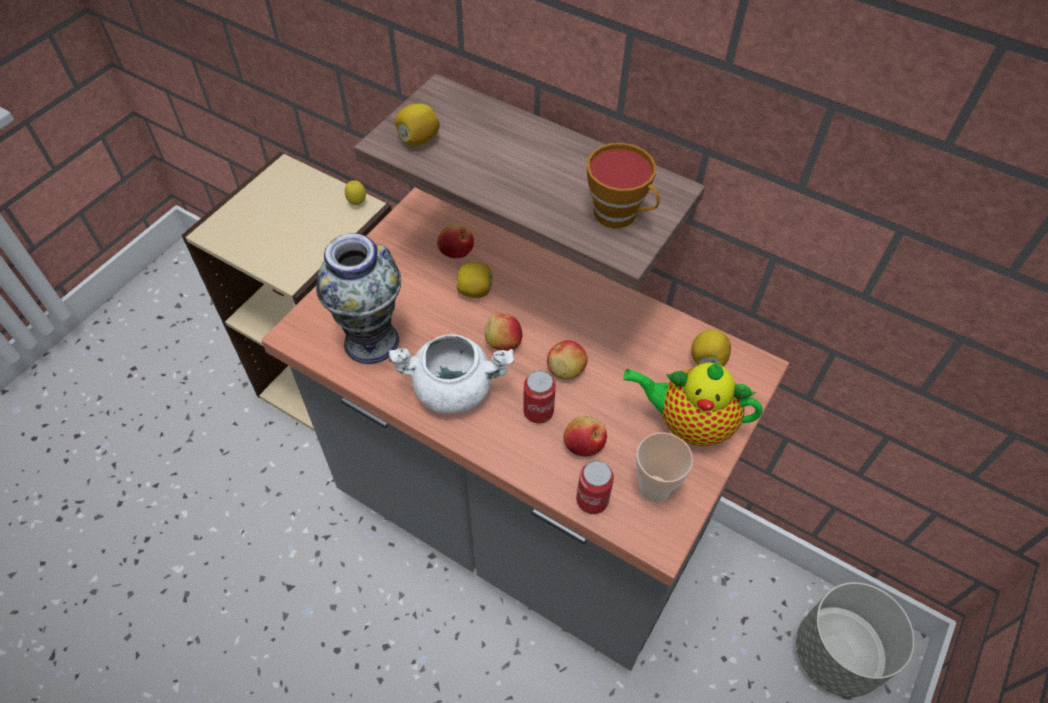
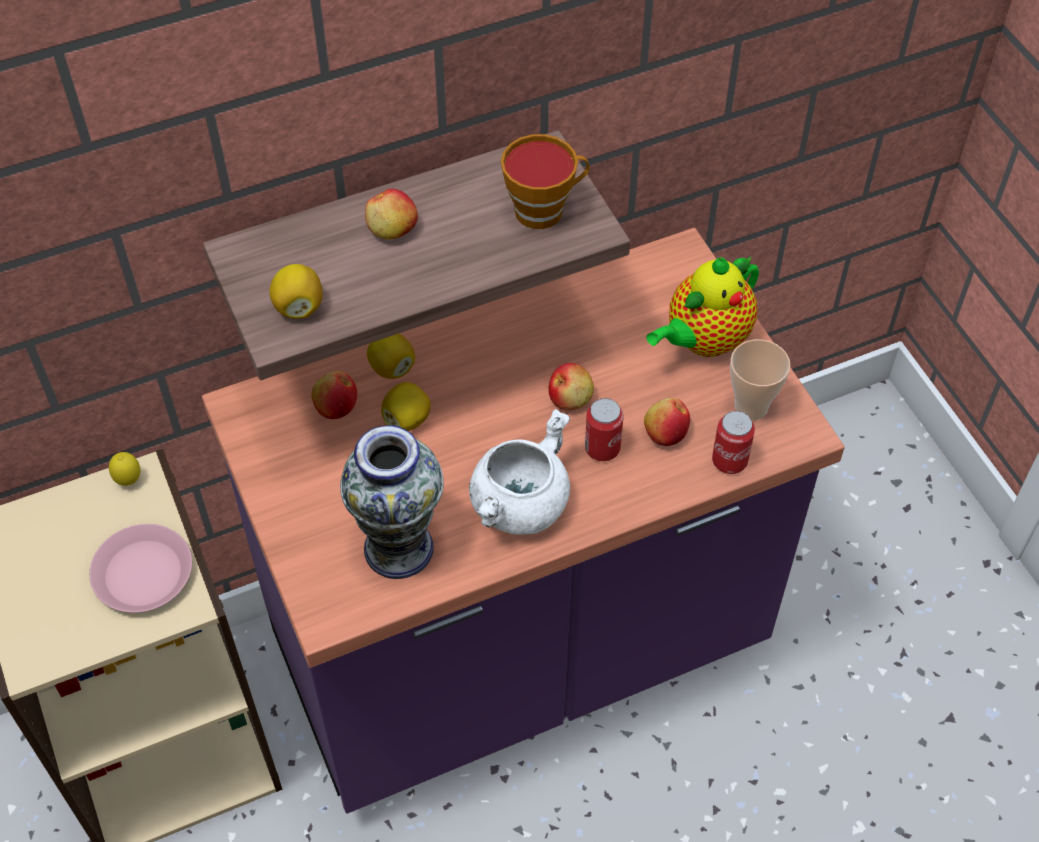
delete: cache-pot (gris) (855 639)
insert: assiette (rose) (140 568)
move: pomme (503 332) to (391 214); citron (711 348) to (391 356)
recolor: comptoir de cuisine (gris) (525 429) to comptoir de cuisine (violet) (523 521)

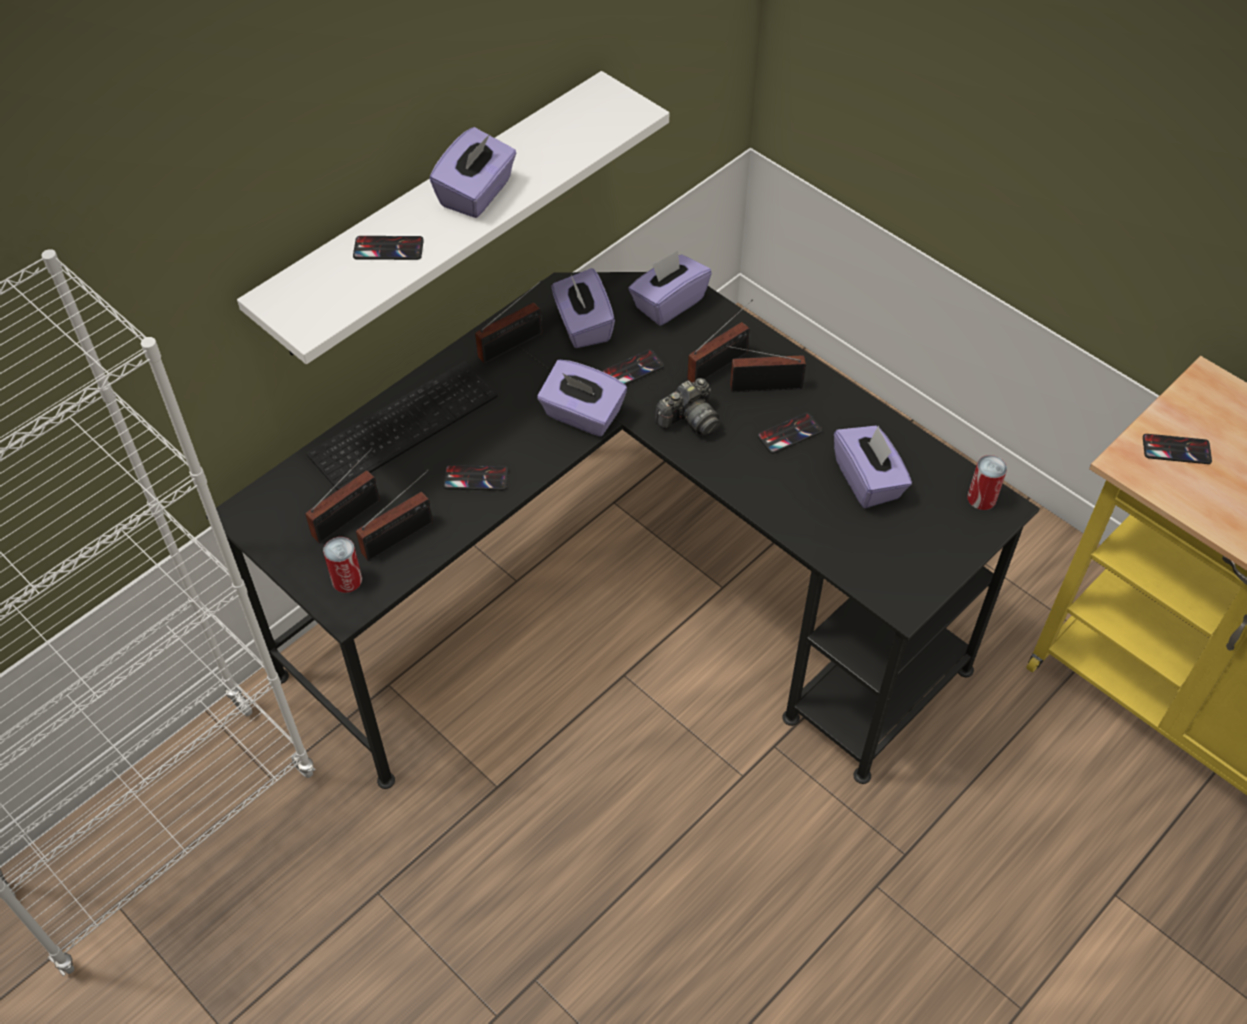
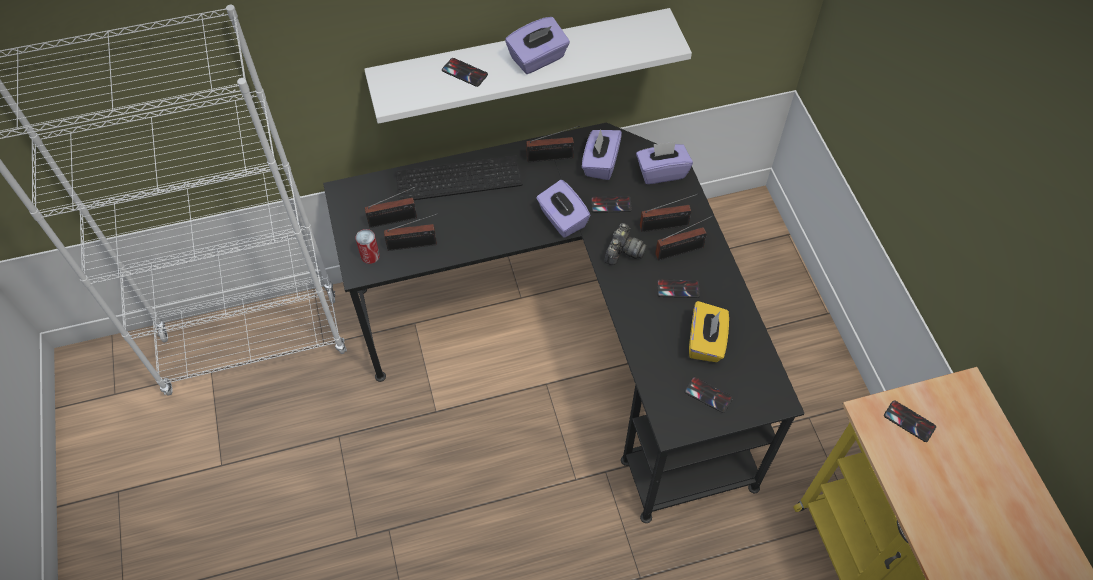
delete: boîte métallique (987 482)
move: téléphone (475 477) to (708 395)
recolor: boîte à mouchoirs (violet) (873 467) to boîte à mouchoirs (jaune) (709 331)
rotate: appareil photo (687 407) = (625 244) 60 degrees counterclockwise; radio (766 368) = (684 238) 135 degrees clockwise

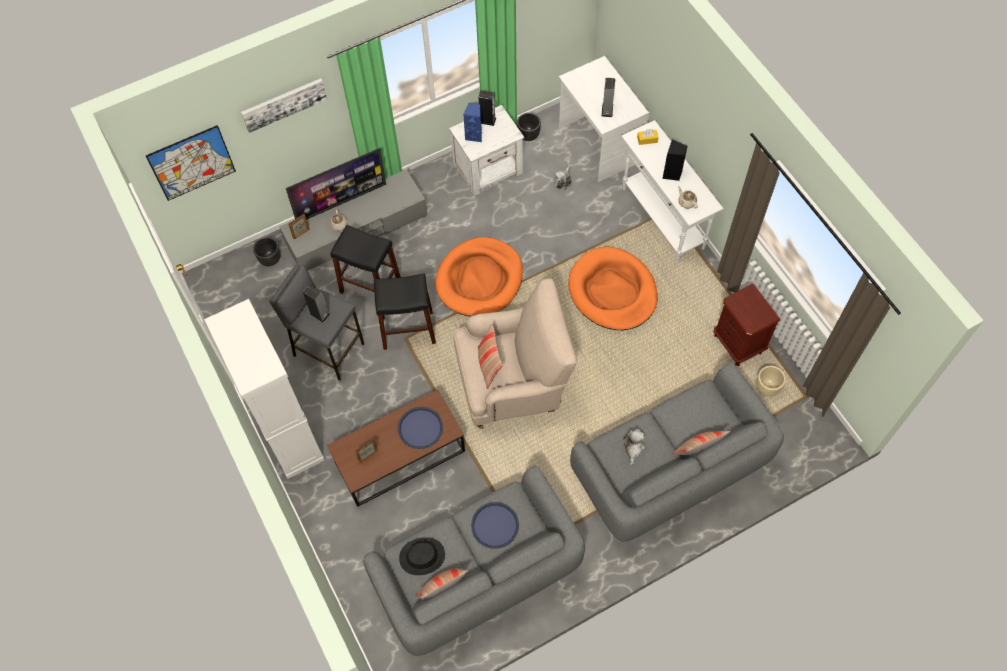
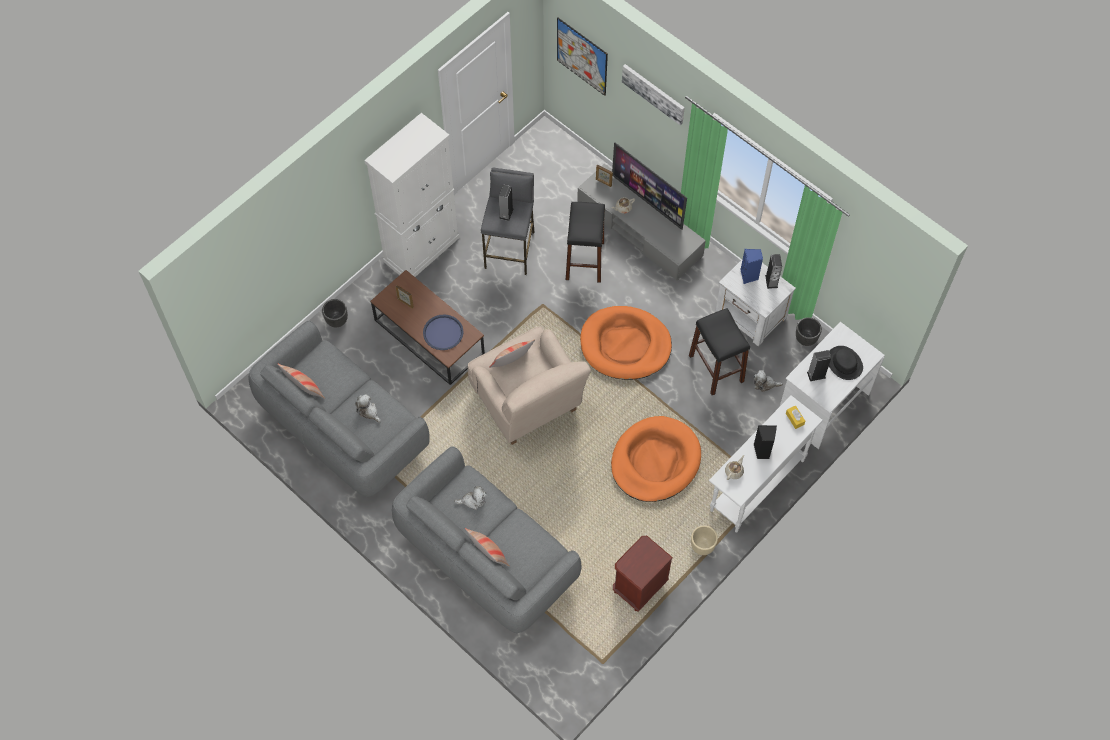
move: cache-pot (noir) (266 251) to (335 313); tabouret (noir) (405 312) to (719 351); cache-pot (beige) (771 381) to (704 540); chapeau (noir) (422 556) to (846 363)
replace: plateau (bleu) (495 525) to peluche (368 408)

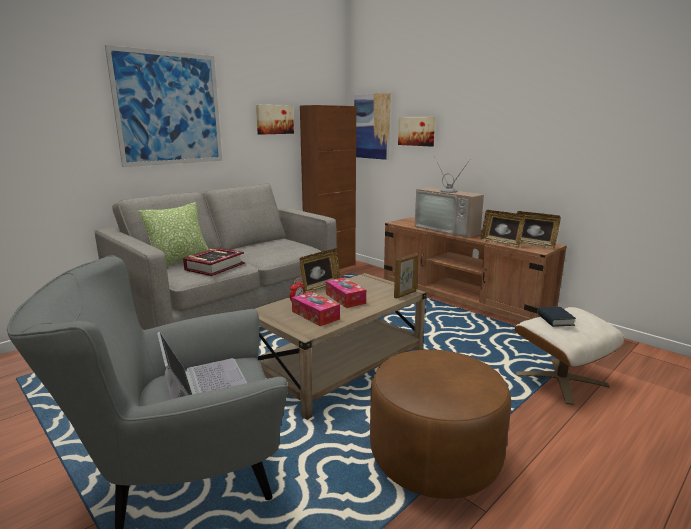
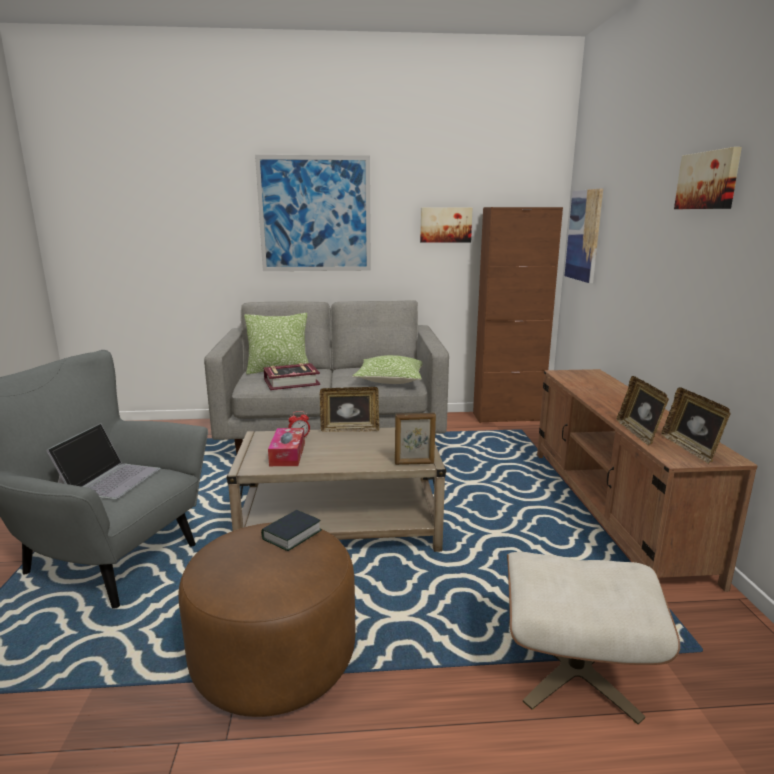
delete: boîte à mouchoirs (346 292); téléviseur (449 197)
insert: coussin (387 369)
move: livre (556 317) to (291 530); tableau (416 132) to (708 178)

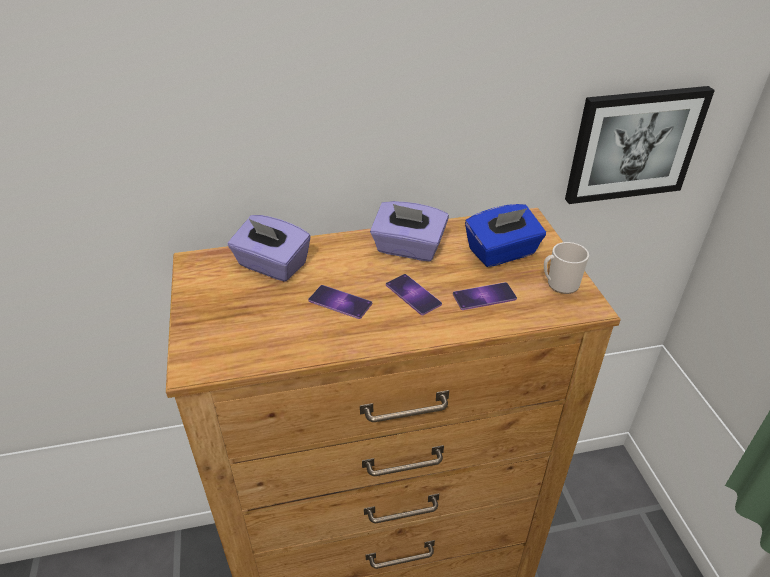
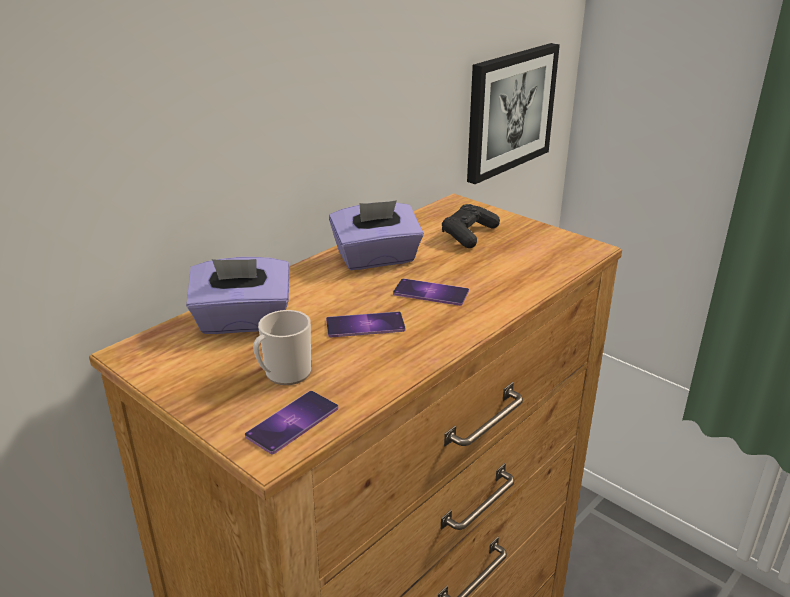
move: téléphone (485 296) to (291 422); mug (566 268) to (282 347)
replace: boîte à mouchoirs (bleu) (505 235) to manette (noir) (471 226)

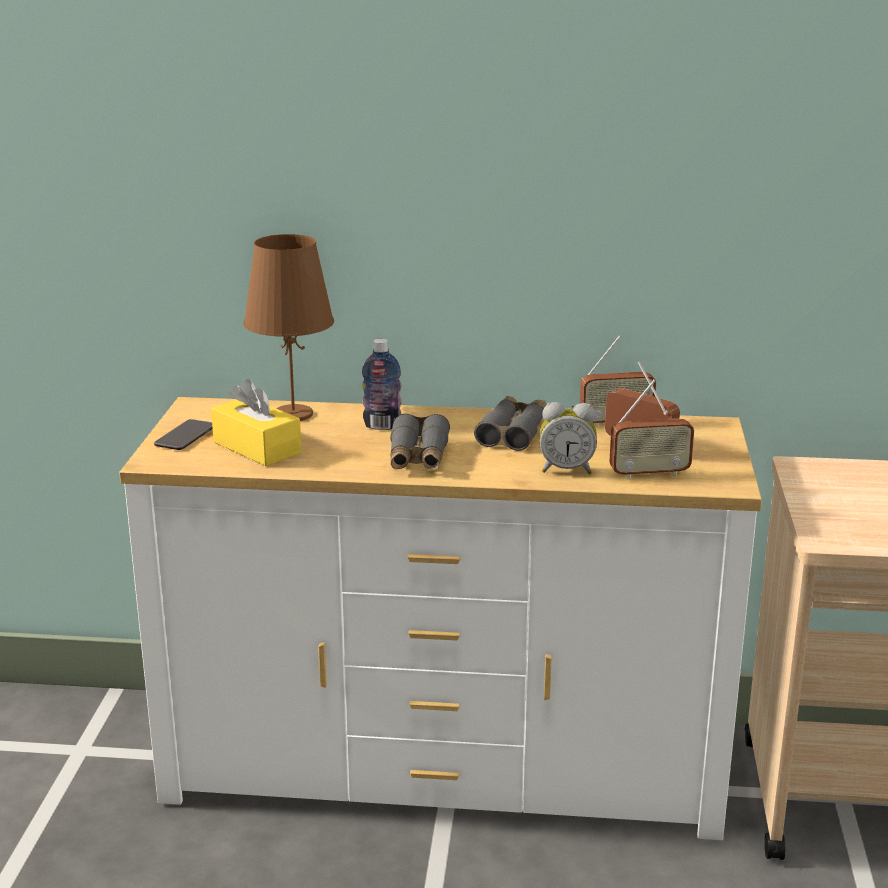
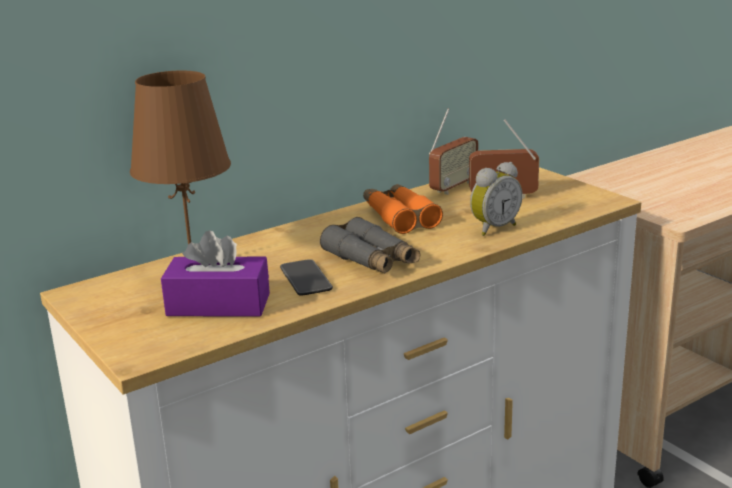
delete: bouteille (382 384); radio (651 430)
move: téléphone (183 434) to (306 277)
recolor: boîte à mouchoirs (jaune) (256 422) to boîte à mouchoirs (violet) (215 273); jumelles (gris) (510 423) to jumelles (orange) (403 209)

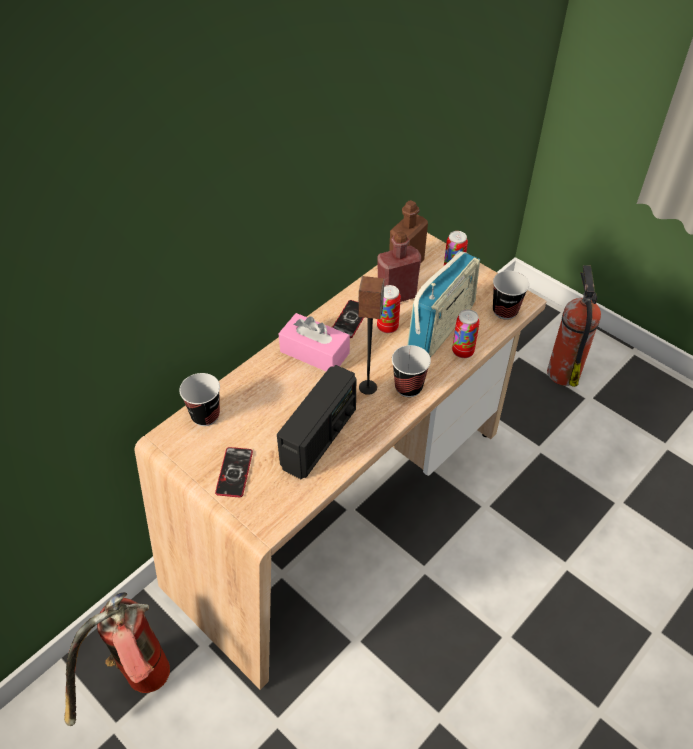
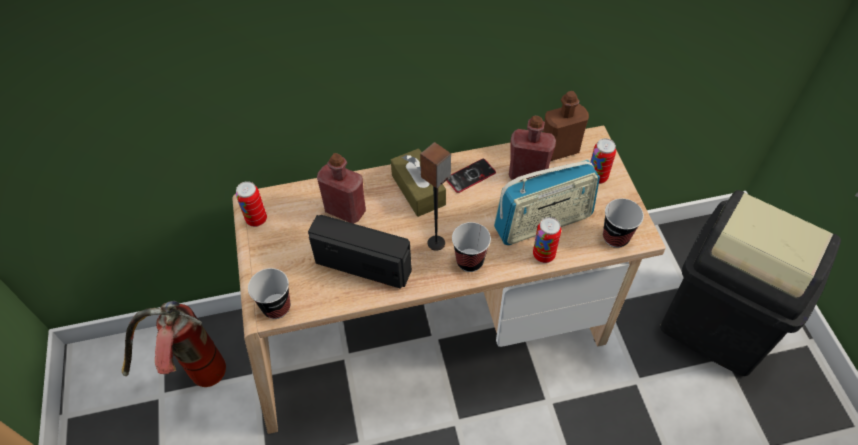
delete: téléphone (234 472)
insert: bouteille (rouge) (341 188)
move: boîte métallique (389 309) to (251 204); tasse (199 399) to (269 293)
replace: extincteur (574 326) to poubelle (noir) (750 283)
recolor: boîte à mouchoirs (rose) (314 342) to boîte à mouchoirs (marron) (418 182)
rotate: radio (316 422) = (360 252) 135 degrees counterclockwise

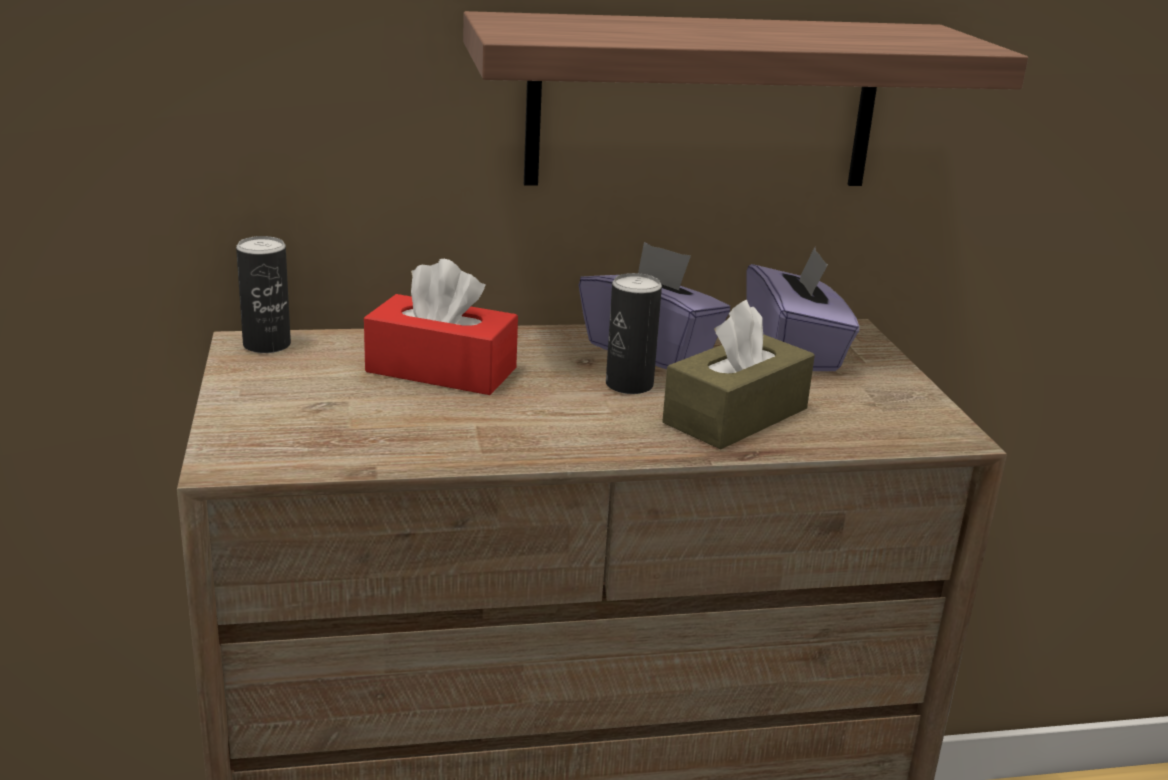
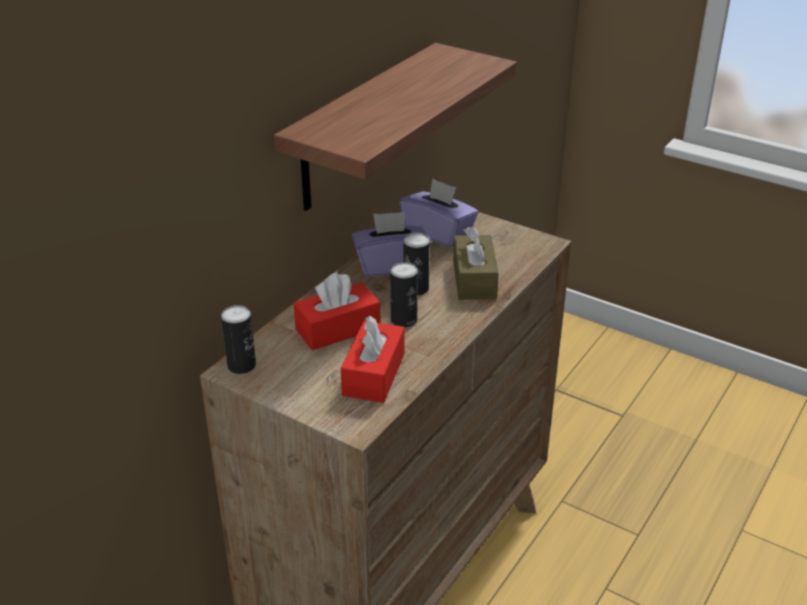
insert: boîte à mouchoirs (rouge) (372 359); boîte métallique (404 294)

